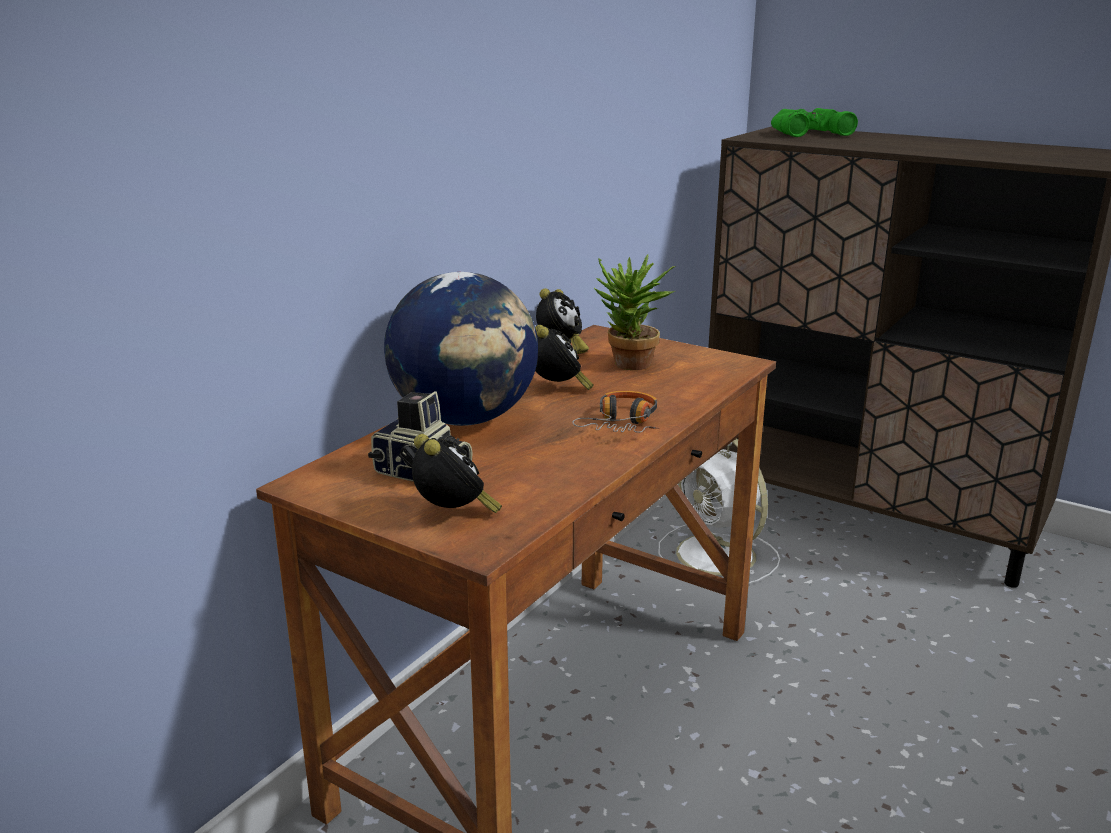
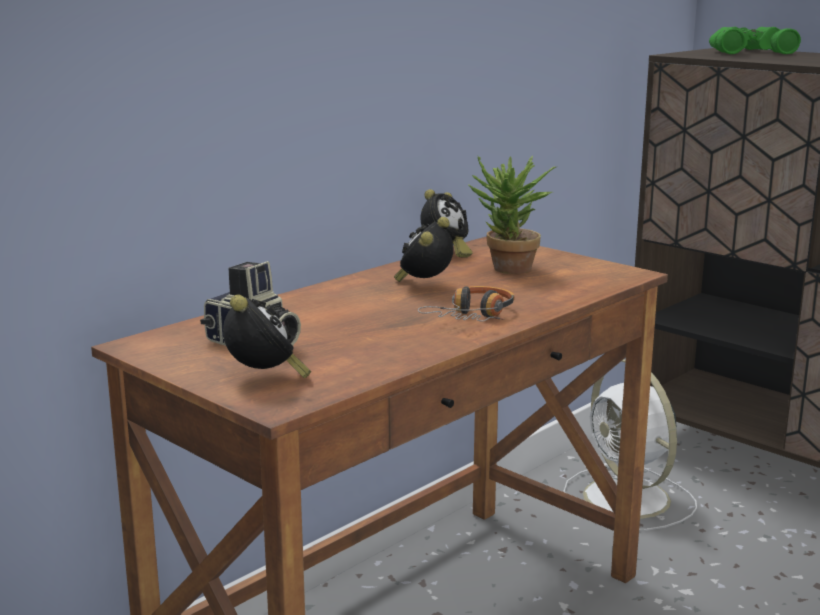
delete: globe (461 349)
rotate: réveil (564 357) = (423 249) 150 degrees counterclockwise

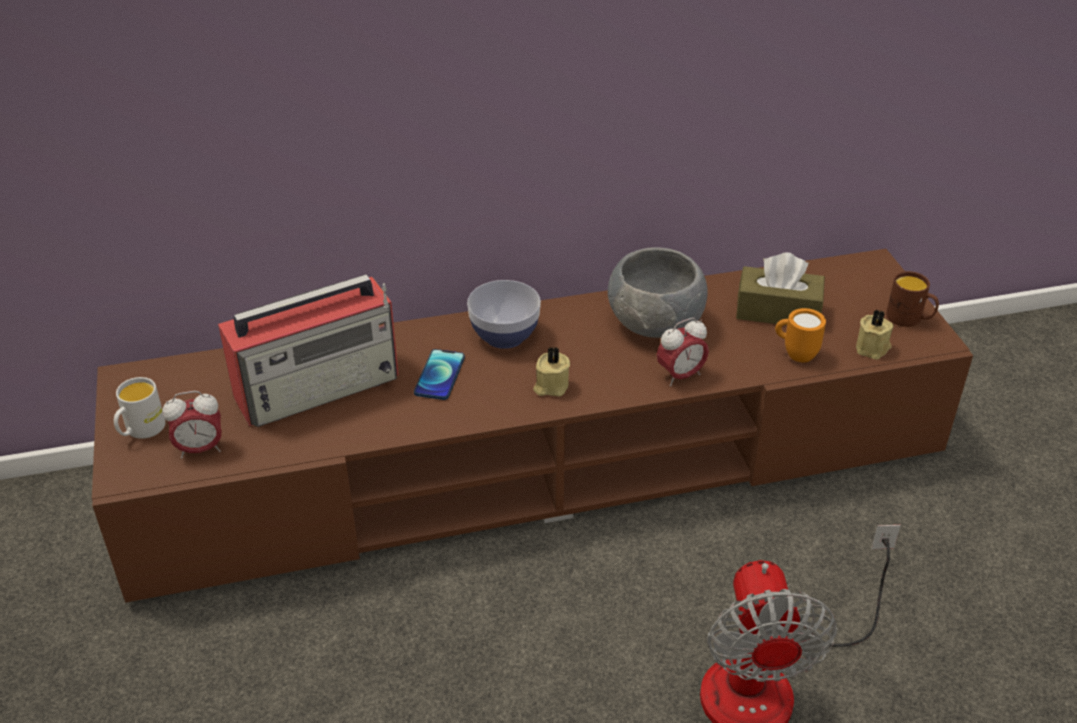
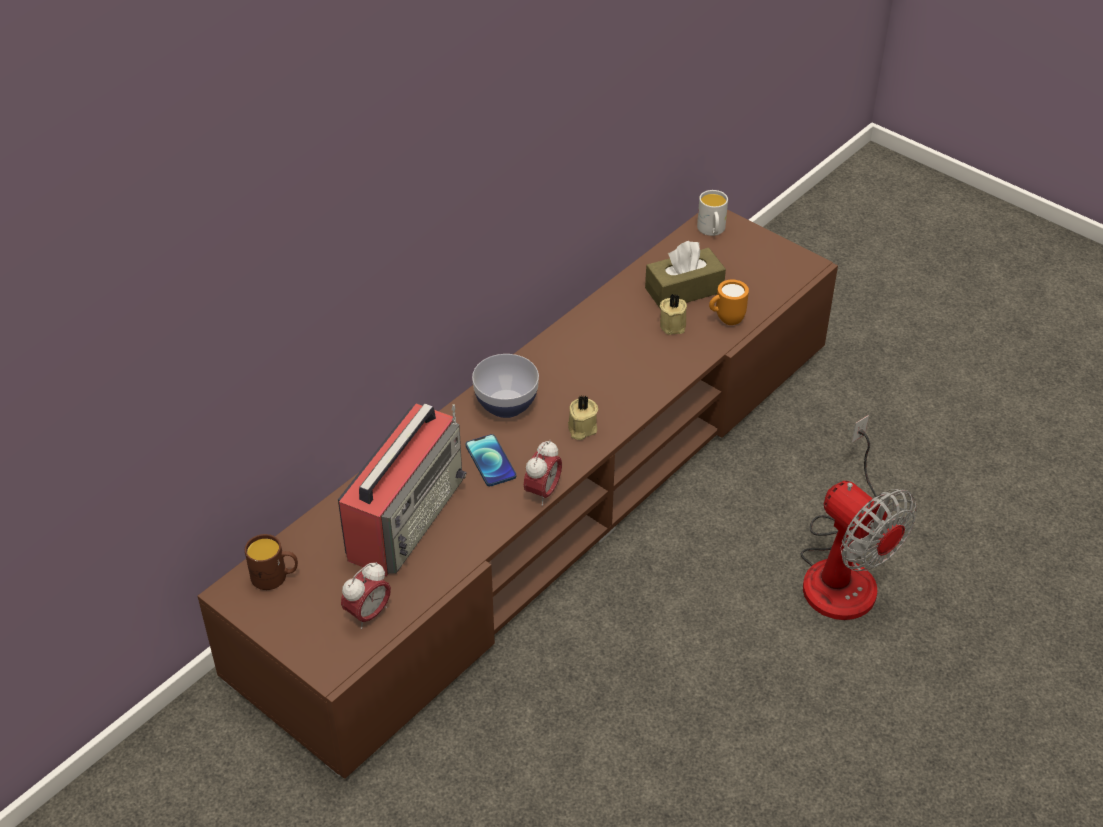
delete: bol (gris) (657 292)
move: mug (marron) (912 299) to (271 562); réveil (683 352) to (543 473); bougie (beige) (875 334) to (673 314); mug (blanc) (139 408) to (712 213)

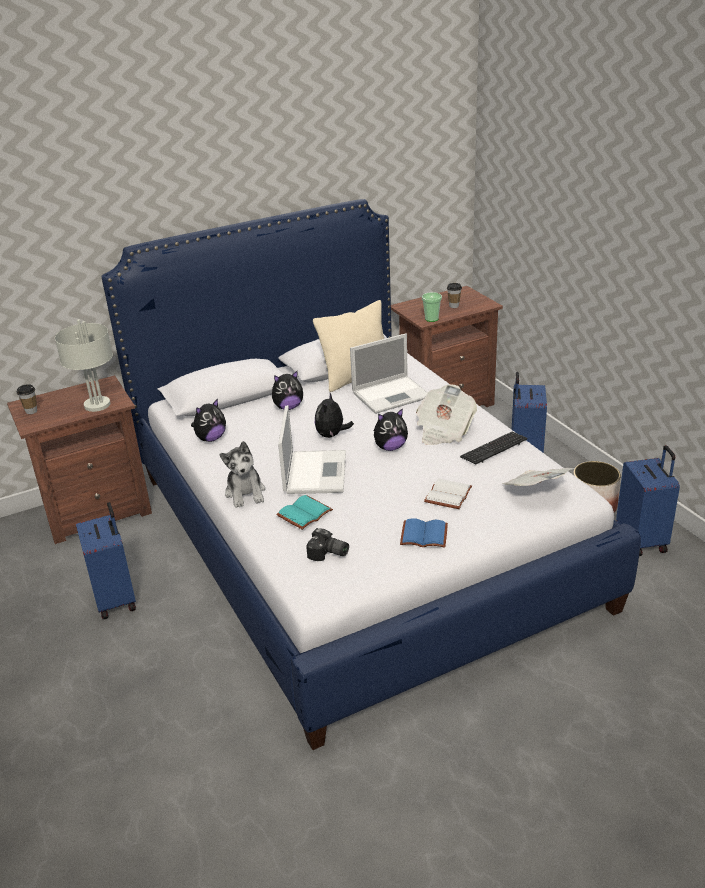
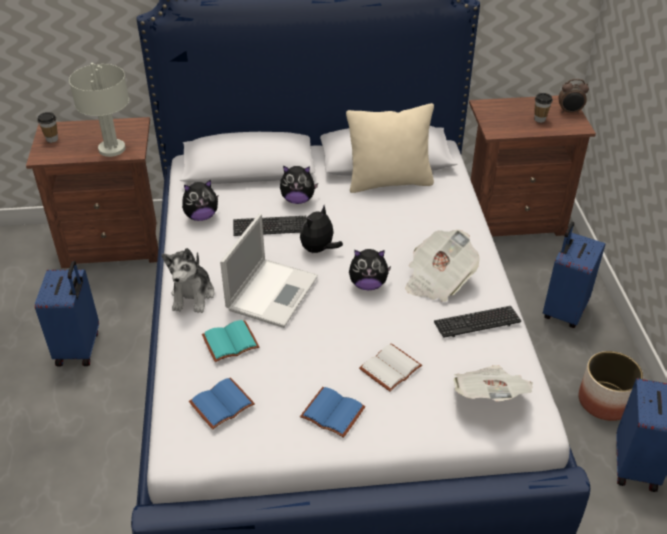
delete: ordinateur portable (389 373); tasse (432 307)
insert: clavier (269 226); réveil (574 96)
replace: appareil photo (327 544) to livre (bleu) (222 403)

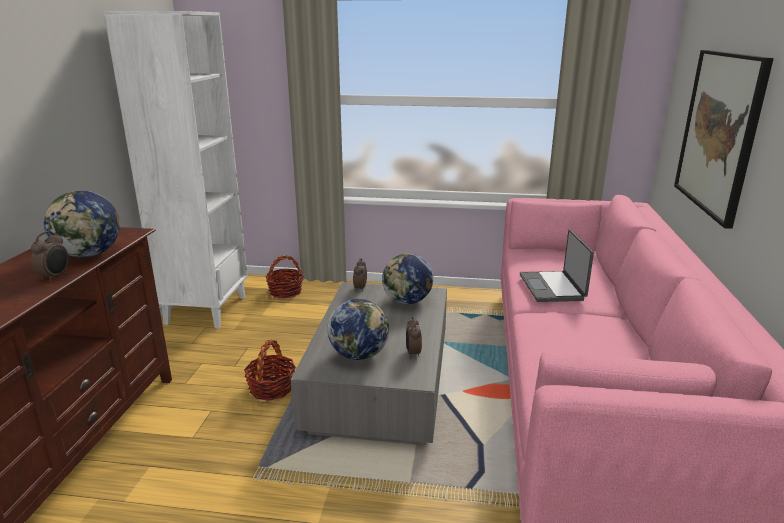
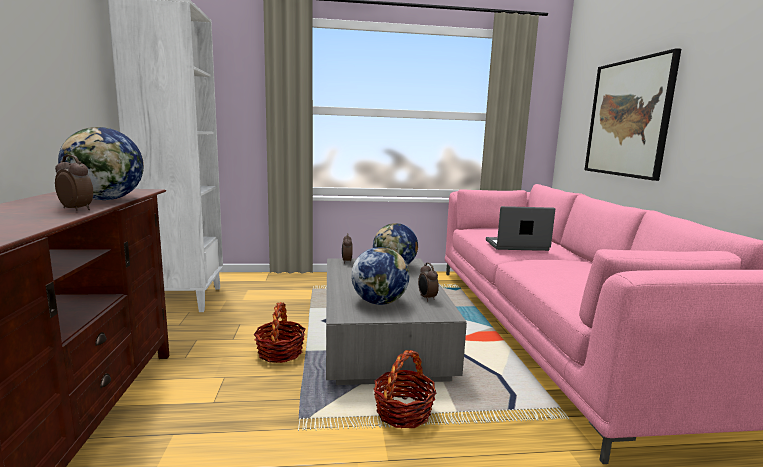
move: panier (284 276) to (405 389)
rotate: réveil (50 256) = (74 183) 60 degrees counterclockwise; ordinateur portable (557 265) = (520 228) 105 degrees clockwise

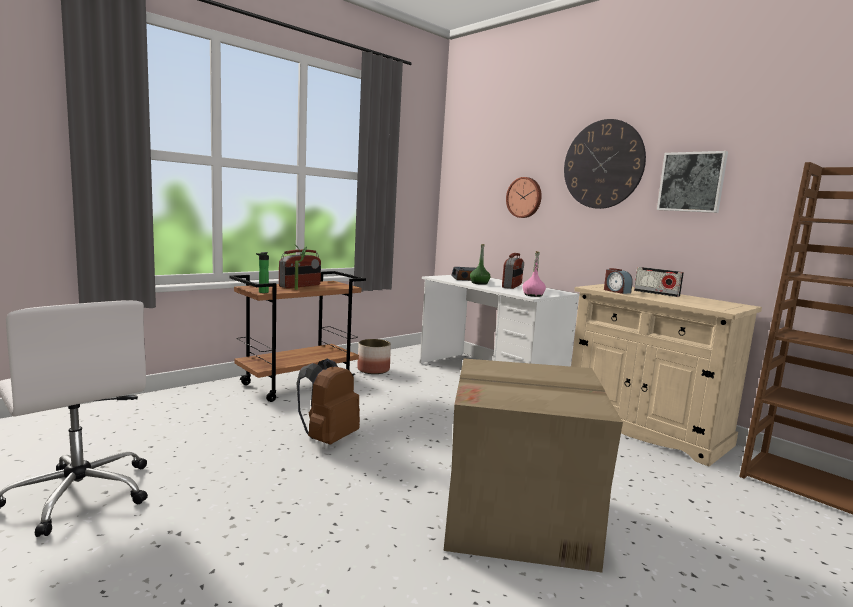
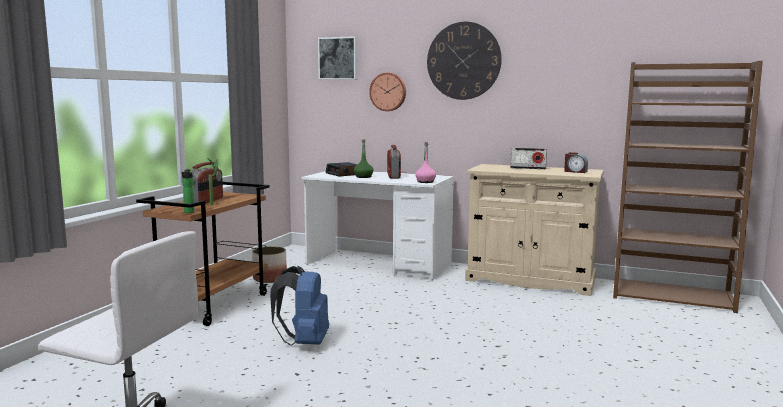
delete: carton (533 465)
move: tableau (692 182) to (337 58); réveil (618 281) to (576 162)
recolor: sac à dos (marron) (328 401) to sac à dos (bleu) (299 306)

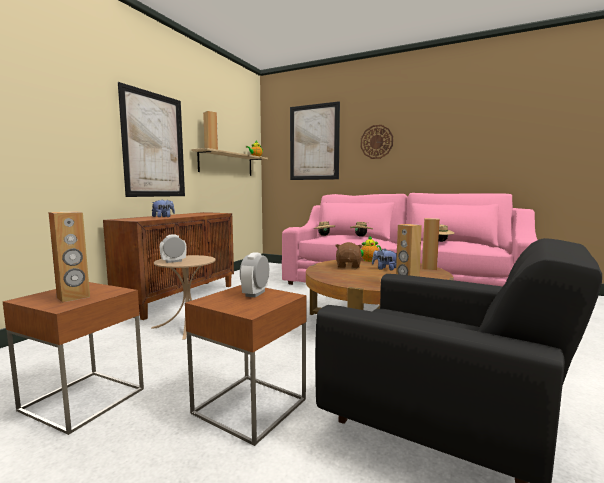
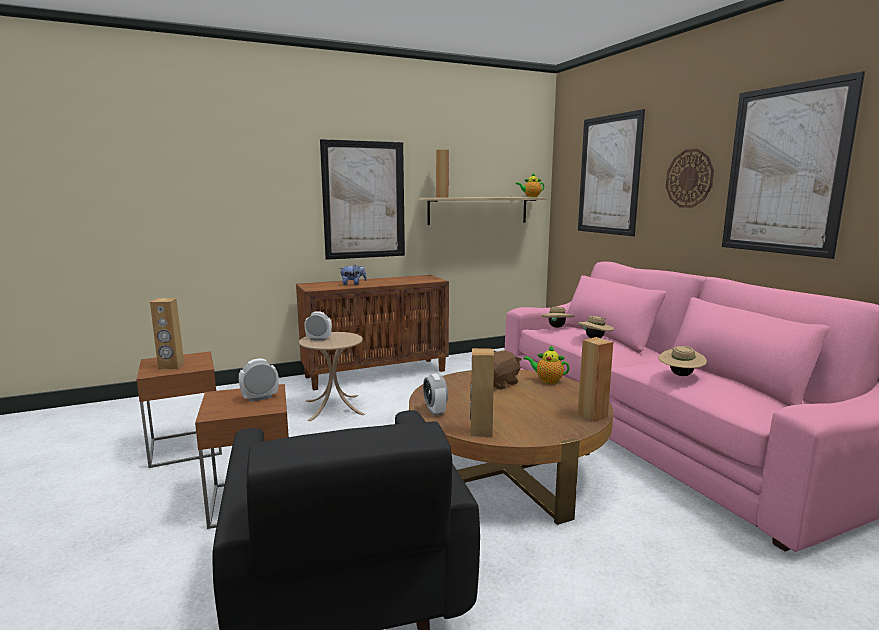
delete: peluche (384 259)
insert: réveil (435 395); tableau (793 165)

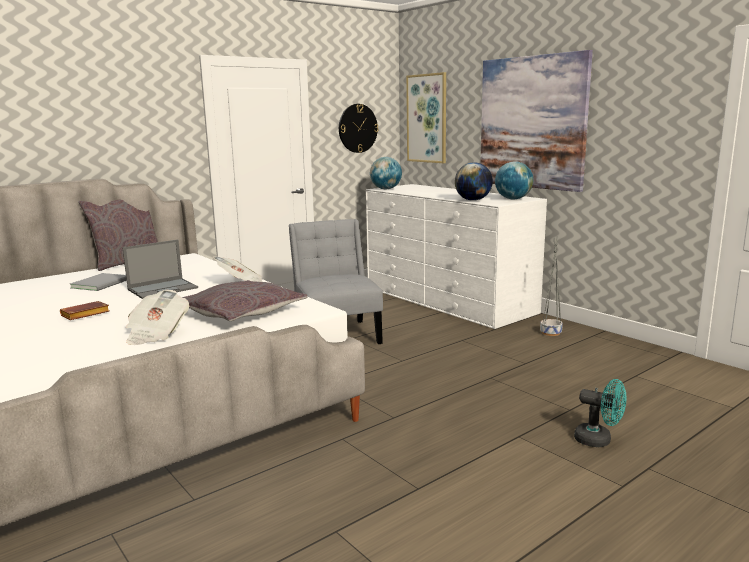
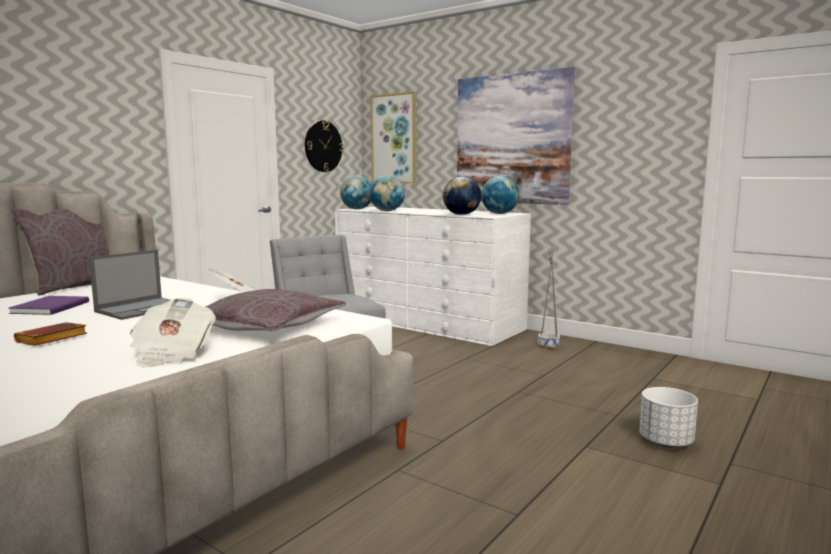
insert: globe (387 193)
replace: ventilateur (turquoise) (600 413) to cache-pot (blanc) (668 417)
recolor: livre (gris) (98 282) to livre (violet) (49 305)

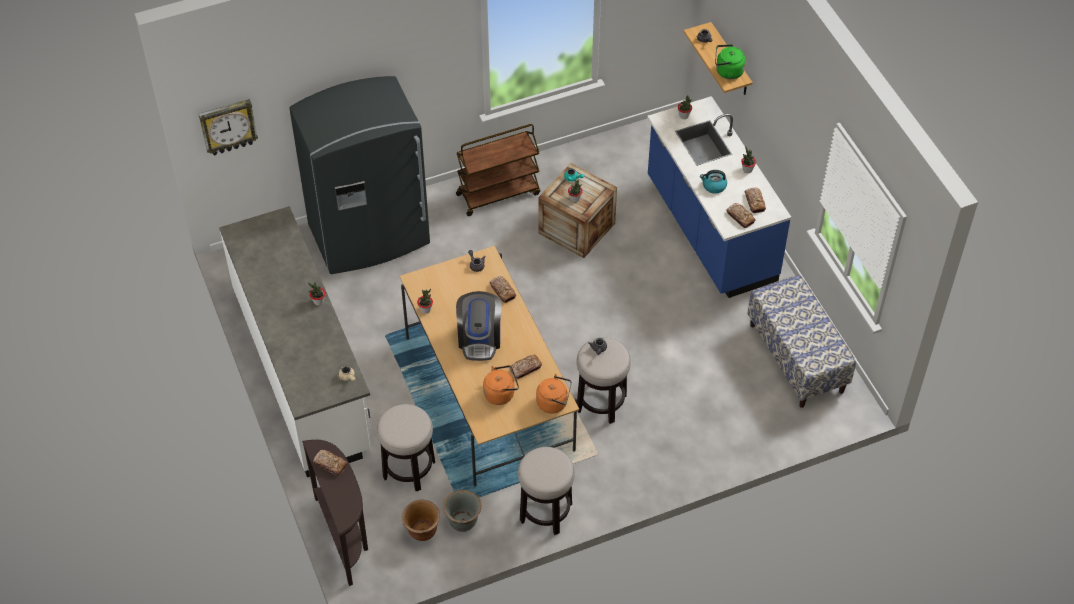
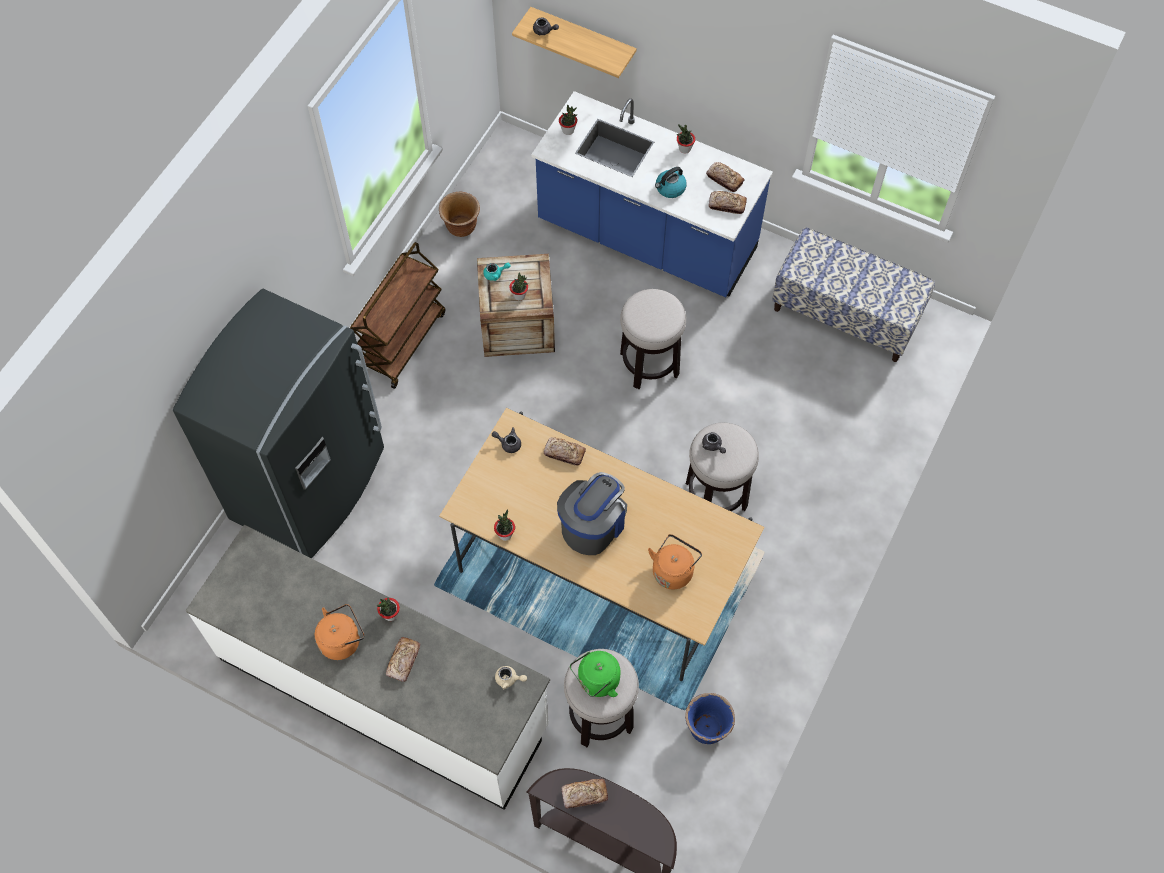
delete: horloge murale (228 127)
move: bouilloire (orange) (554 394) to (339 632); pain (526 366) to (403 659); cache-pot (marron) (421 520) to (459 214); bouilloire (vert) (730 61) to (595 674); tabouret (546 491) to (653 339)
recolor: cache-pot (gris) (462 511) to cache-pot (bleu) (710 718)
rotate: machine à café (479 326) = (592 513) 105 degrees counterclockwise

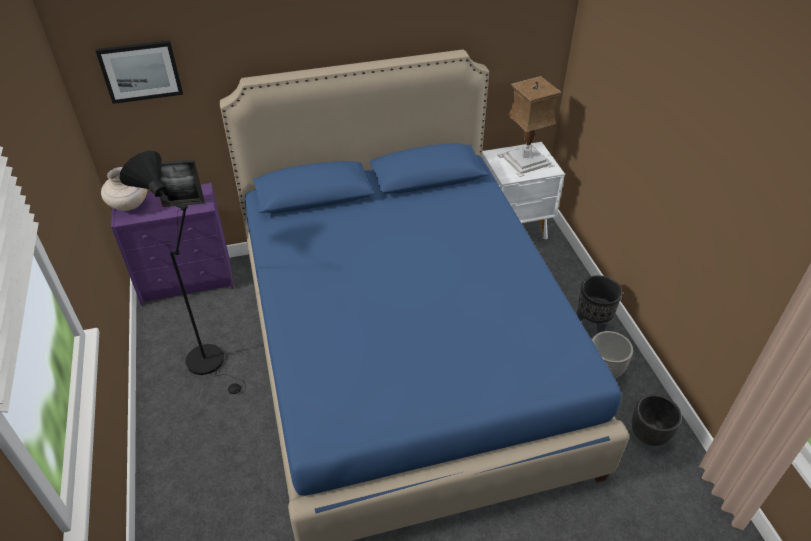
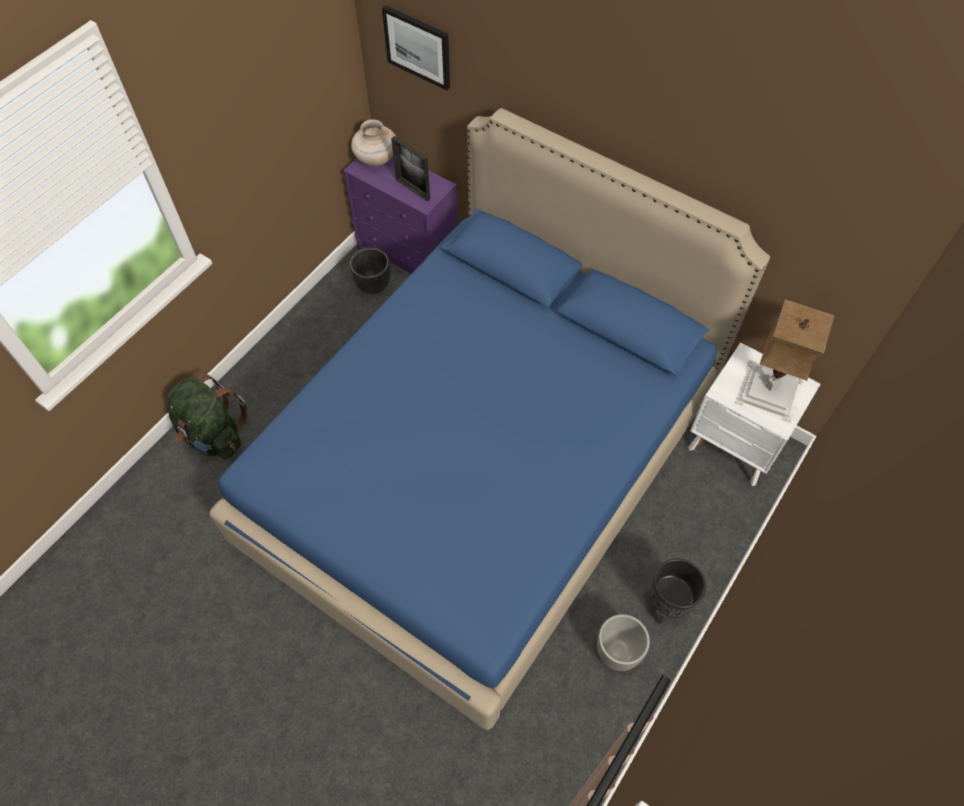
delete: lampadaire (noir) (182 272)
insert: sac à dos (vert) (207 417)
move: cache-pot (noir) (657 420) to (370 271)

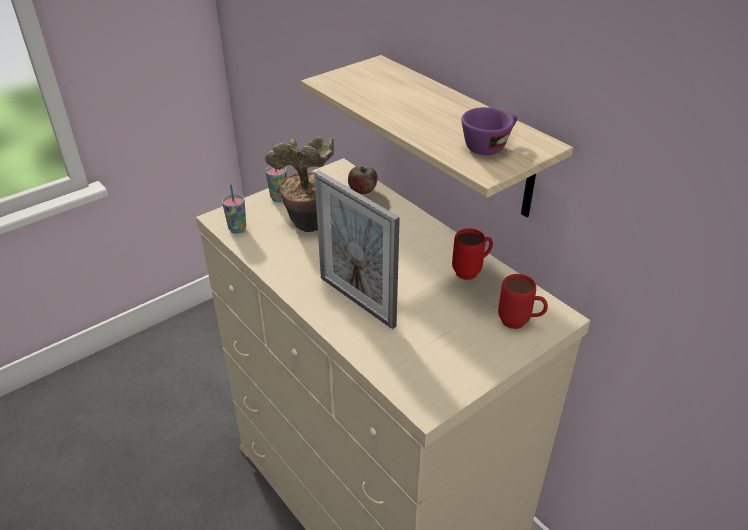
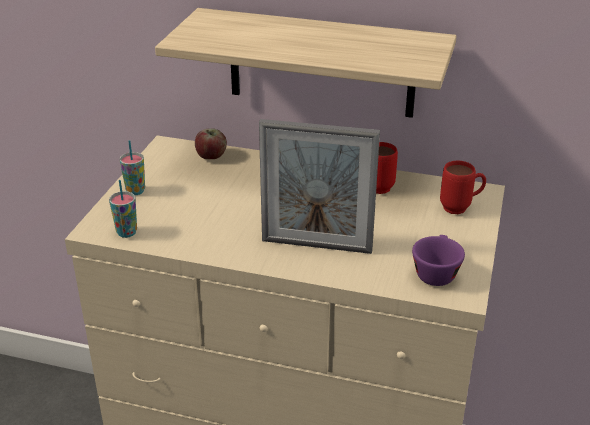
delete: plante en pot (299 184)
move: tasse (violet) (489 131) to (438 260)

